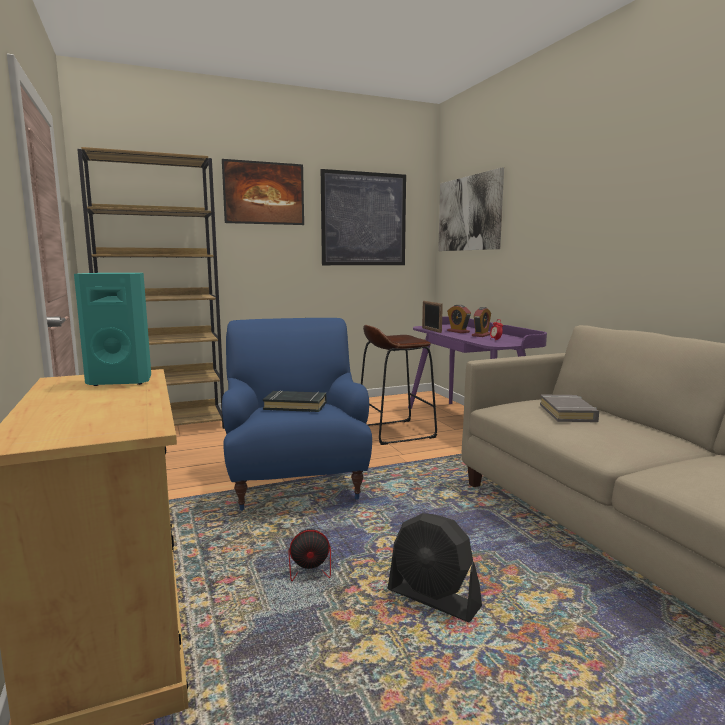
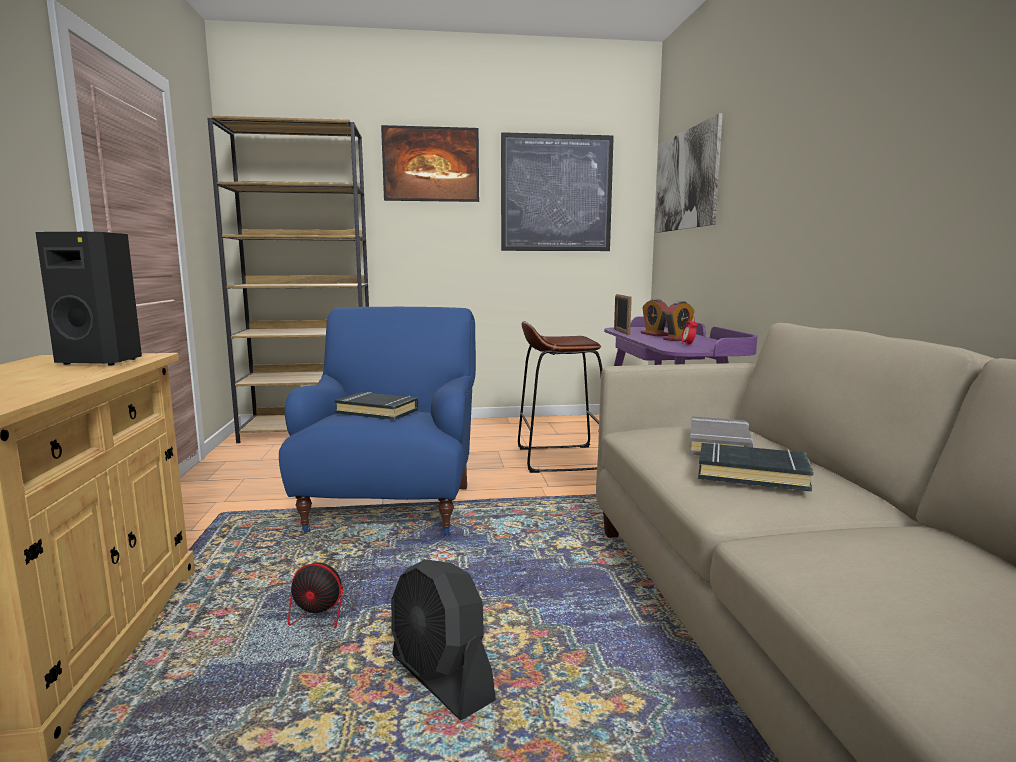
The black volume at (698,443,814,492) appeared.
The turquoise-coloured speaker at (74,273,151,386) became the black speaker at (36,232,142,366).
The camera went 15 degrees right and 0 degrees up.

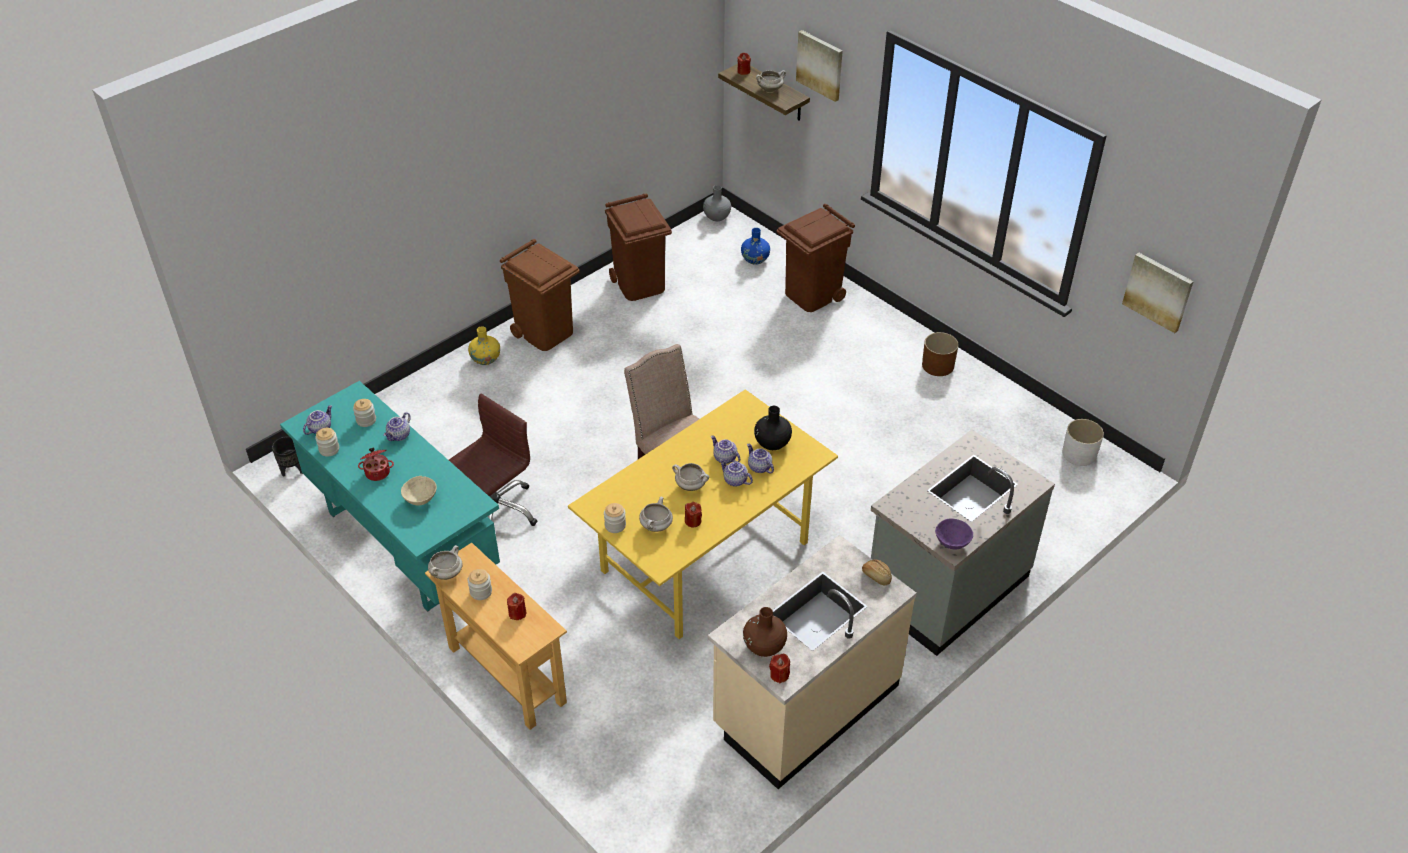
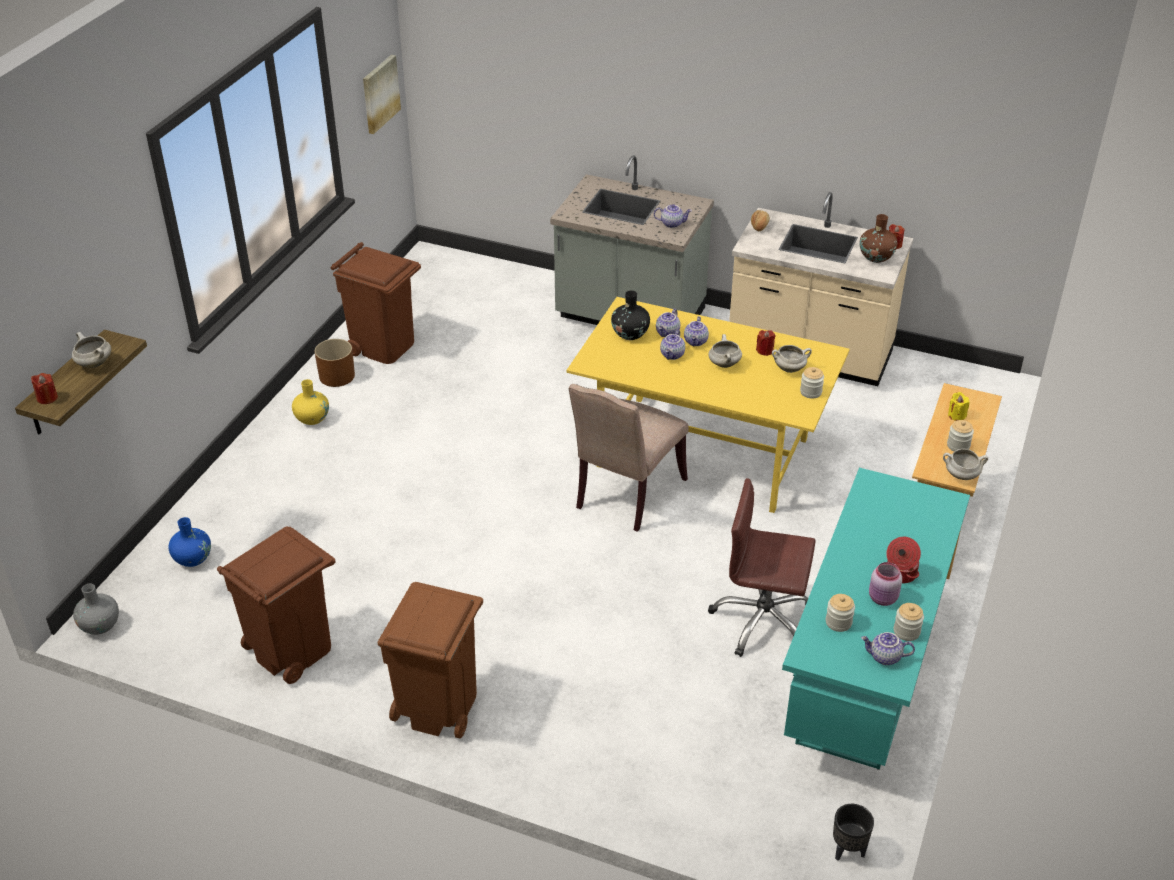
The sand-coloured serving bowl at (401,476,437,505) disappeared.
The wall art at (796,30,843,102) disappeared.
The purple-coloured serving bowl at (935,518,973,550) disappeared.
The white planter at (1062,419,1104,466) disappeared.
The pink storage jar at (869,562,902,606) appeared.
The pot for tea moved from (383,412,411,441) to (654,204,692,228).
The yellow decorative vase moved from (468,326,500,365) to (292,379,329,425).
The brown-coloured trash can moved from (777,204,855,312) to (331,242,421,364).
The red-coloured wax candle at (507,593,526,620) became the yellow wax candle at (948,392,970,421).
The camera went 115 degrees left and 5 degrees down.

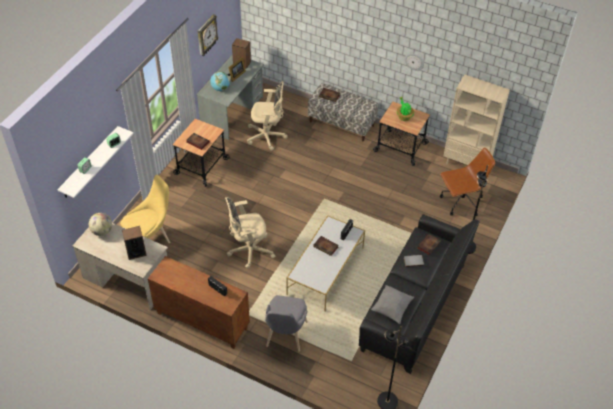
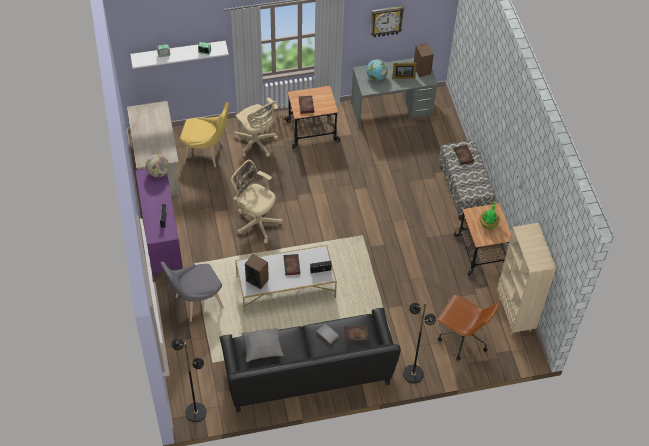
The world globe moved from (89,213,112,236) to (146,154,169,177).
The speaker moved from (122,226,147,260) to (245,254,269,289).
The sand-coloured computer chair moved from (247,81,288,151) to (234,97,278,157).
The brown-coloured cabinet at (148,256,250,349) became the purple-coloured cabinet at (135,169,183,277).
The camera went 50 degrees right and 5 degrees up.

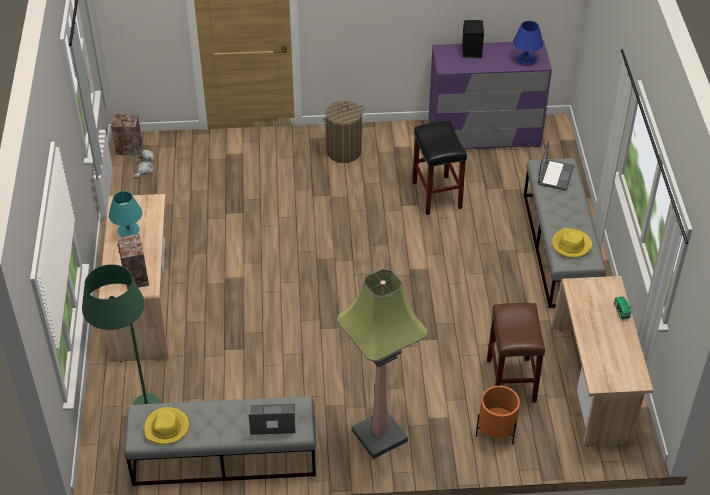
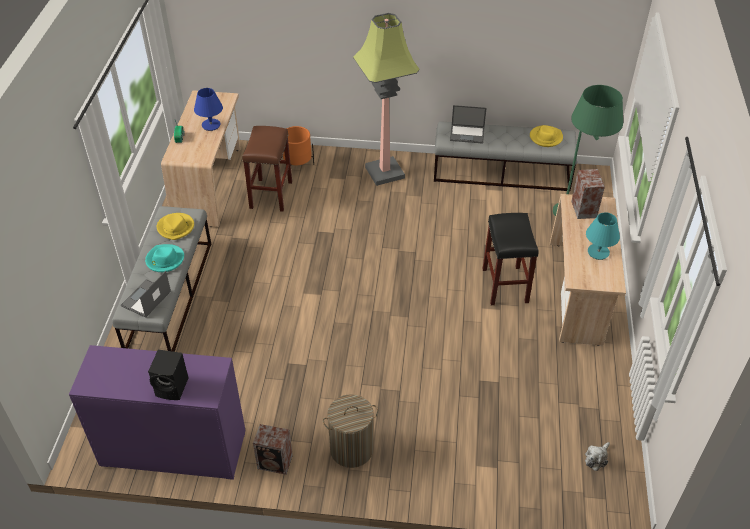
The turquoise-coloured wearable hat at (145,244,184,272) appeared.
The speaker moved from (111,115,143,156) to (253,424,293,475).
The black sitting stool moved from (412,121,467,215) to (482,213,539,305).
The blue-coloured tabletop lamp moved from (513,21,543,66) to (194,88,223,131).
The camera went 170 degrees left and 0 degrees up.

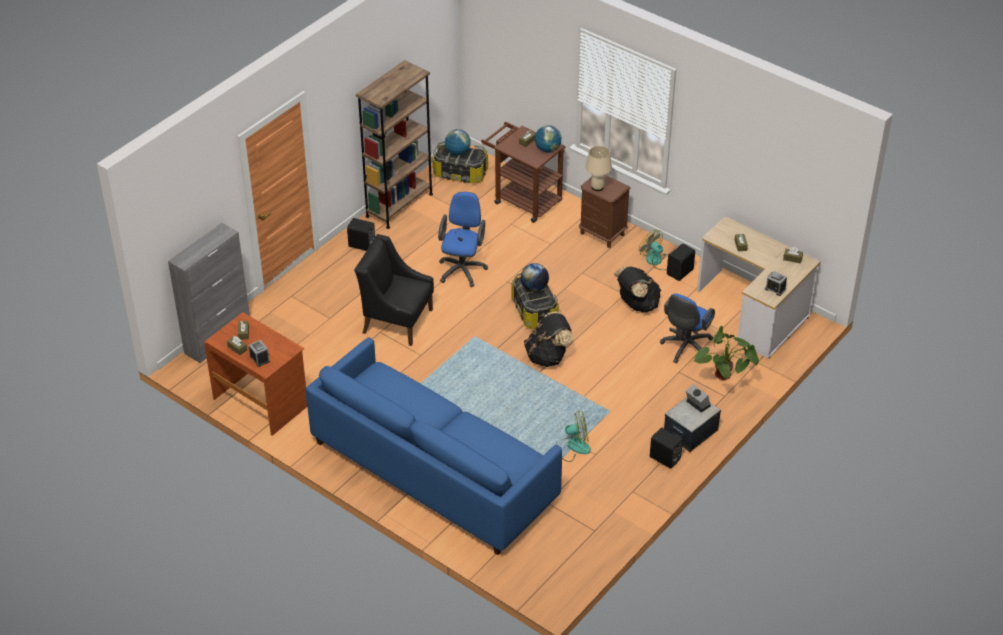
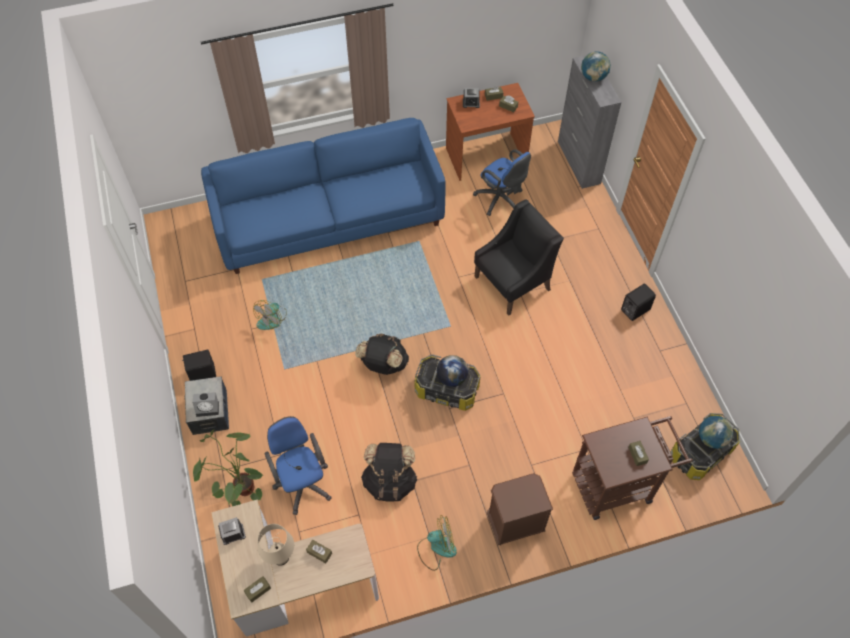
The brown-coloured shelving unit at (356,60,433,229) disappeared.
The black speaker at (667,244,695,281) disappeared.
The blue-coloured computer chair moved from (438,192,488,287) to (473,149,531,216).
The world globe moved from (535,125,562,153) to (581,51,611,81).
The sand-coloured tabletop lamp moved from (586,146,612,191) to (258,524,294,566).
The camera went 125 degrees right and 15 degrees up.

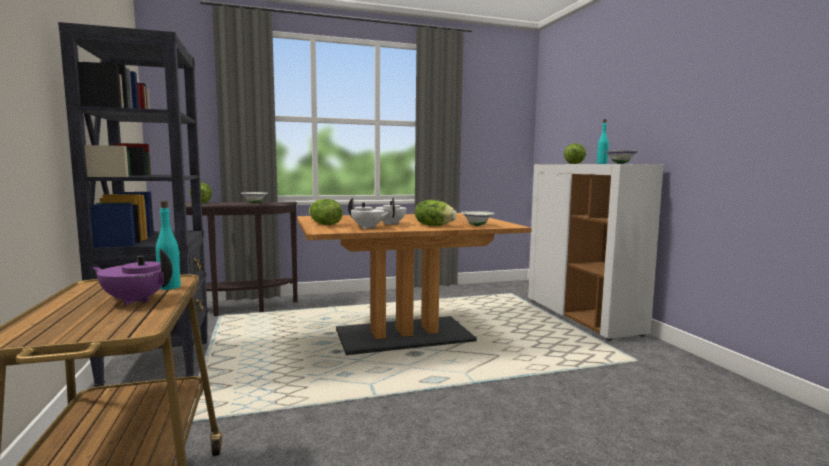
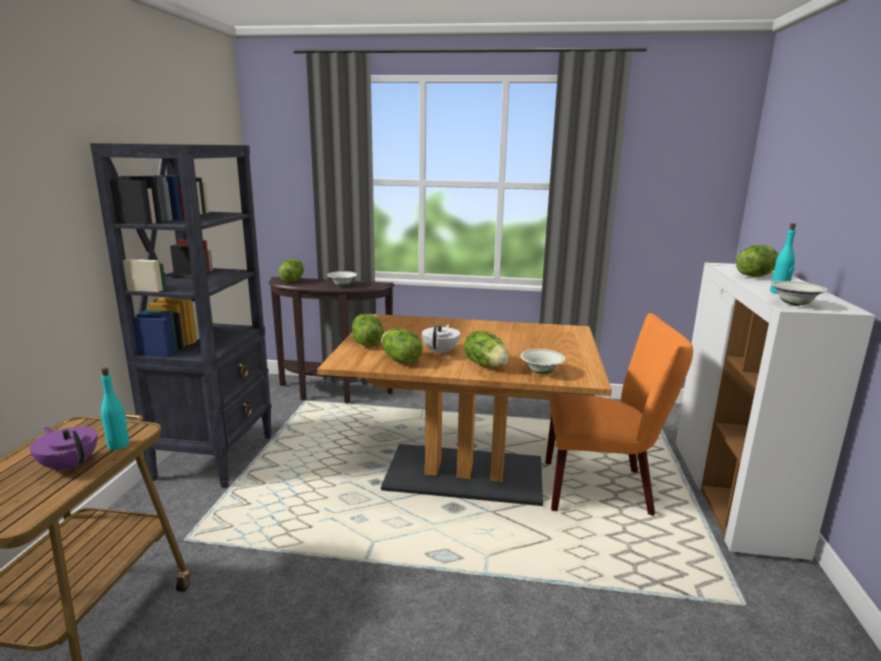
The orange upright chair at (545,313,693,516) appeared.
The white pot for tea at (348,198,390,229) was replaced by the lettuce at (381,328,423,364).
The camera went 25 degrees right and 10 degrees up.

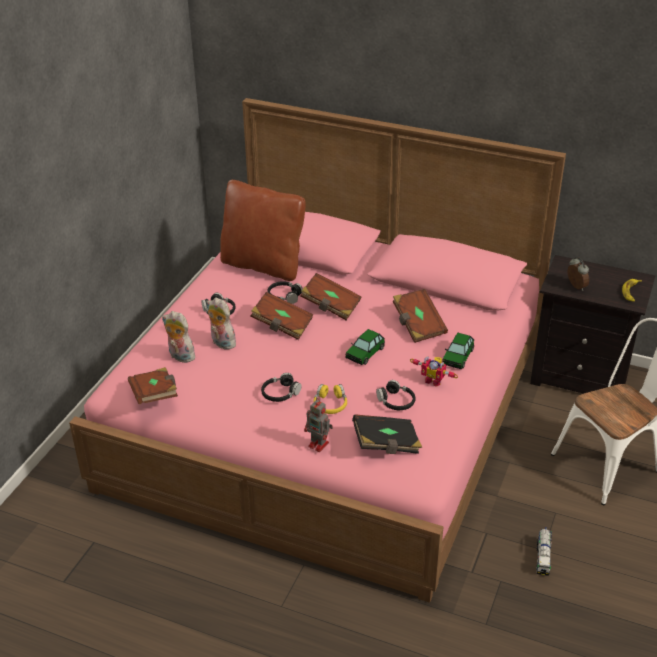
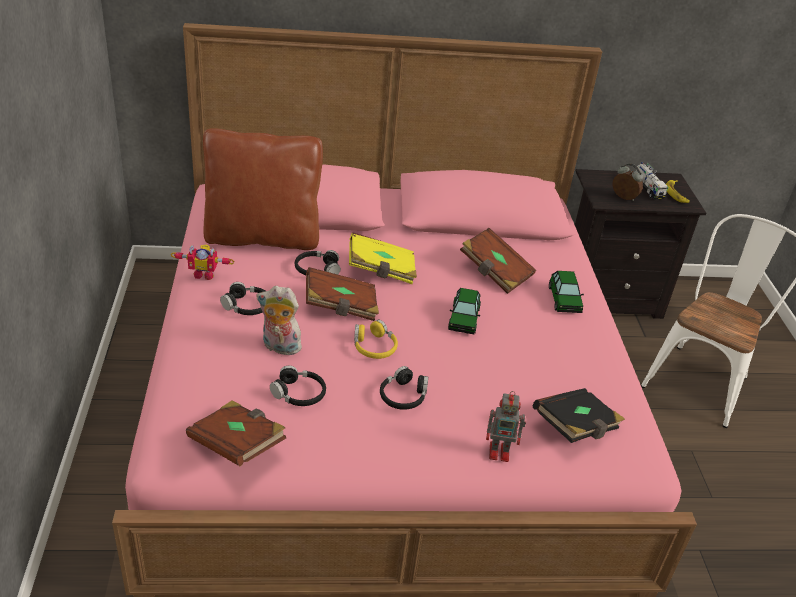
The plush toy at (162,311,199,363) disappeared.
The yellow headphones moved from (313,384,347,414) to (354,320,398,359).
The black headphones moved from (376,380,416,410) to (270,366,326,406).
The robot figure moved from (410,356,458,387) to (171,245,234,280).
The toy truck moved from (536,528,552,576) to (636,162,668,200).
The brown-coloured volume at (300,273,362,320) became the yellow volume at (349,232,417,284).
The camera went 30 degrees left and 0 degrees up.

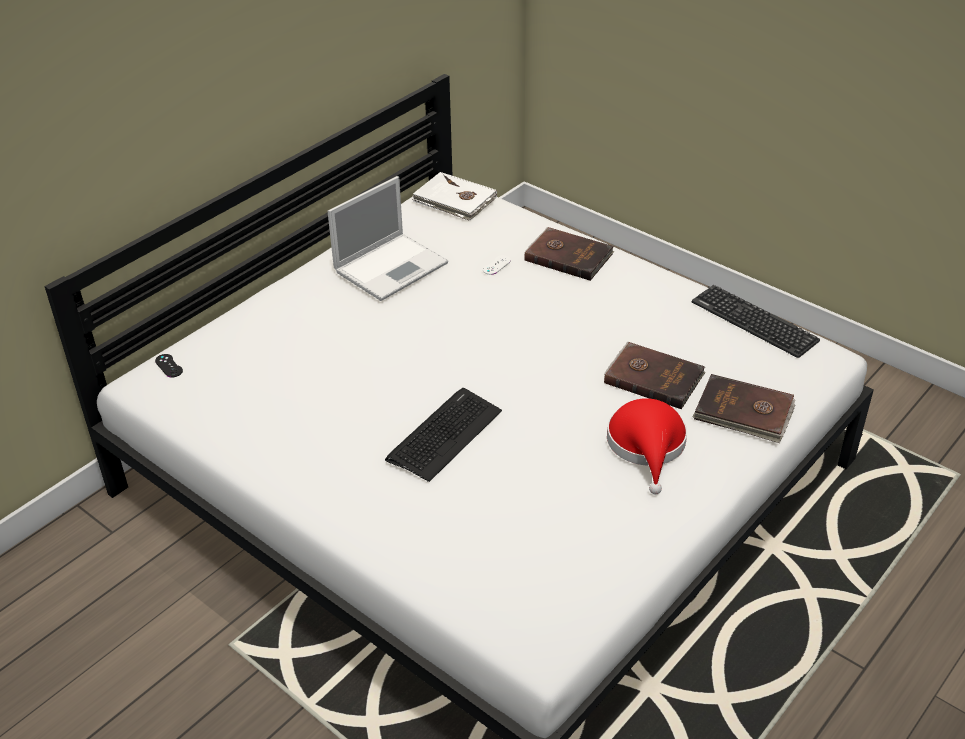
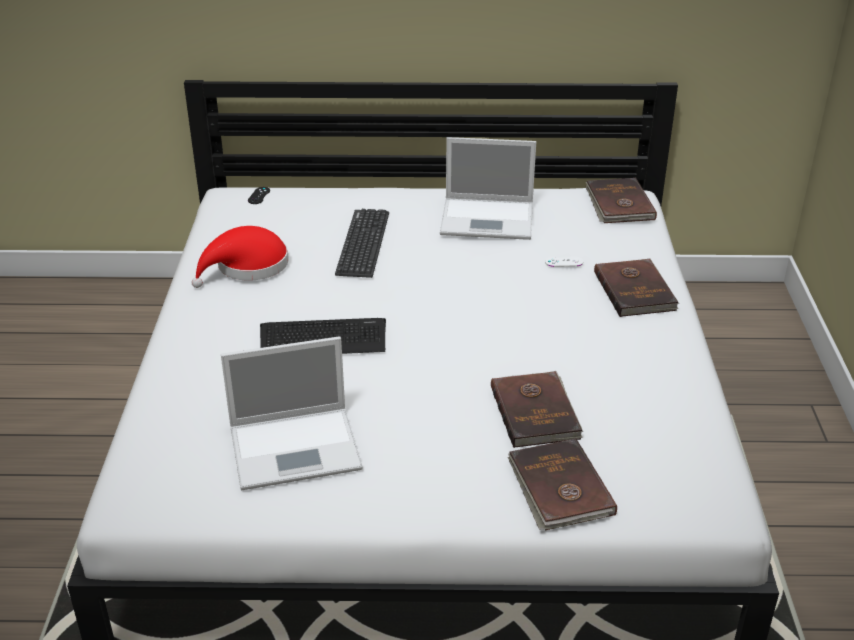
The laptop at (221,336,363,490) appeared.
The red-coloured wearable hat moved from (607,398,687,495) to (192,226,289,288).
The computer keyboard moved from (691,285,820,358) to (335,209,389,278).
The white volume at (412,172,497,220) became the brown-coloured volume at (586,178,657,223).
The camera went 50 degrees right and 5 degrees down.

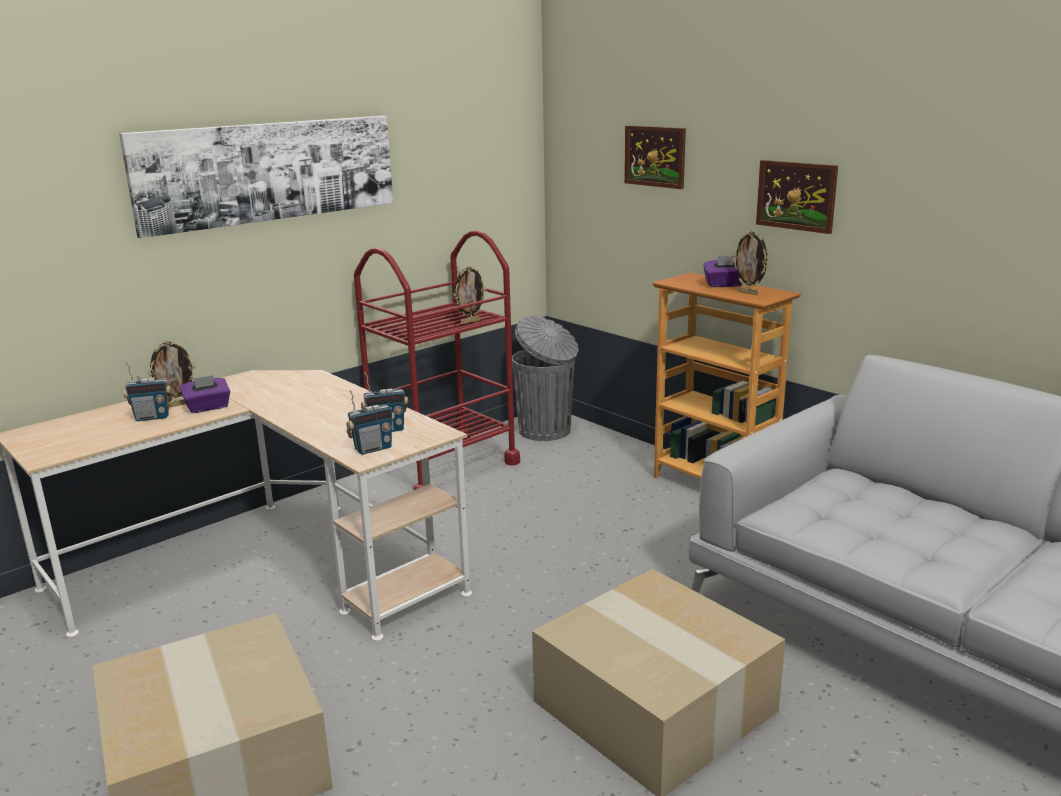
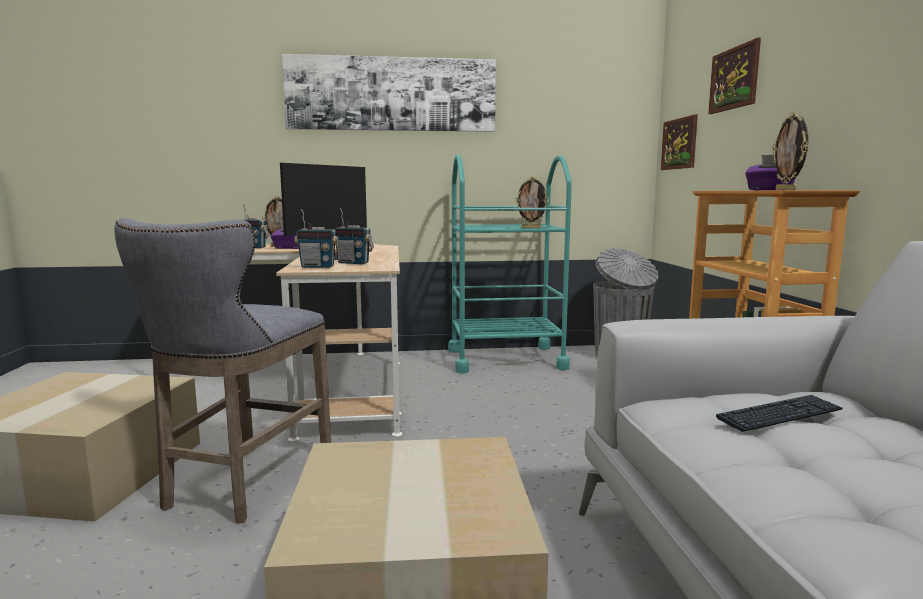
The greyish sitting stool at (114,218,331,523) appeared.
The computer display at (280,163,367,260) appeared.
The computer keyboard at (716,395,843,432) appeared.
The wall art moved from (756,160,838,234) to (661,114,698,170).
The red-coloured cart at (354,231,520,490) became the turquoise-coloured cart at (448,155,572,373).
The camera went 35 degrees right and 10 degrees down.

